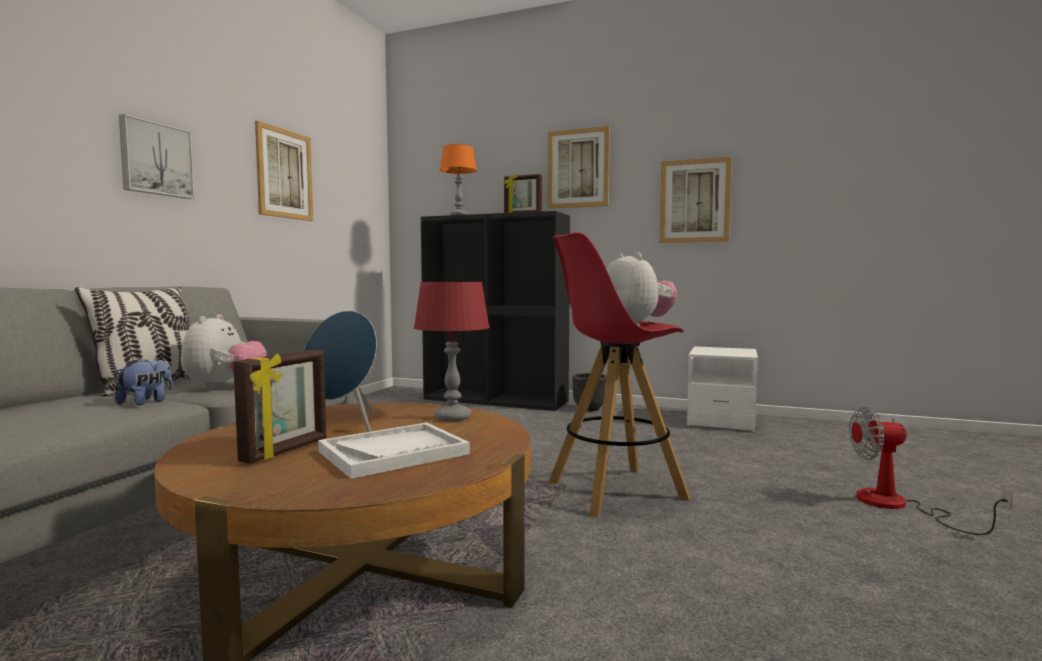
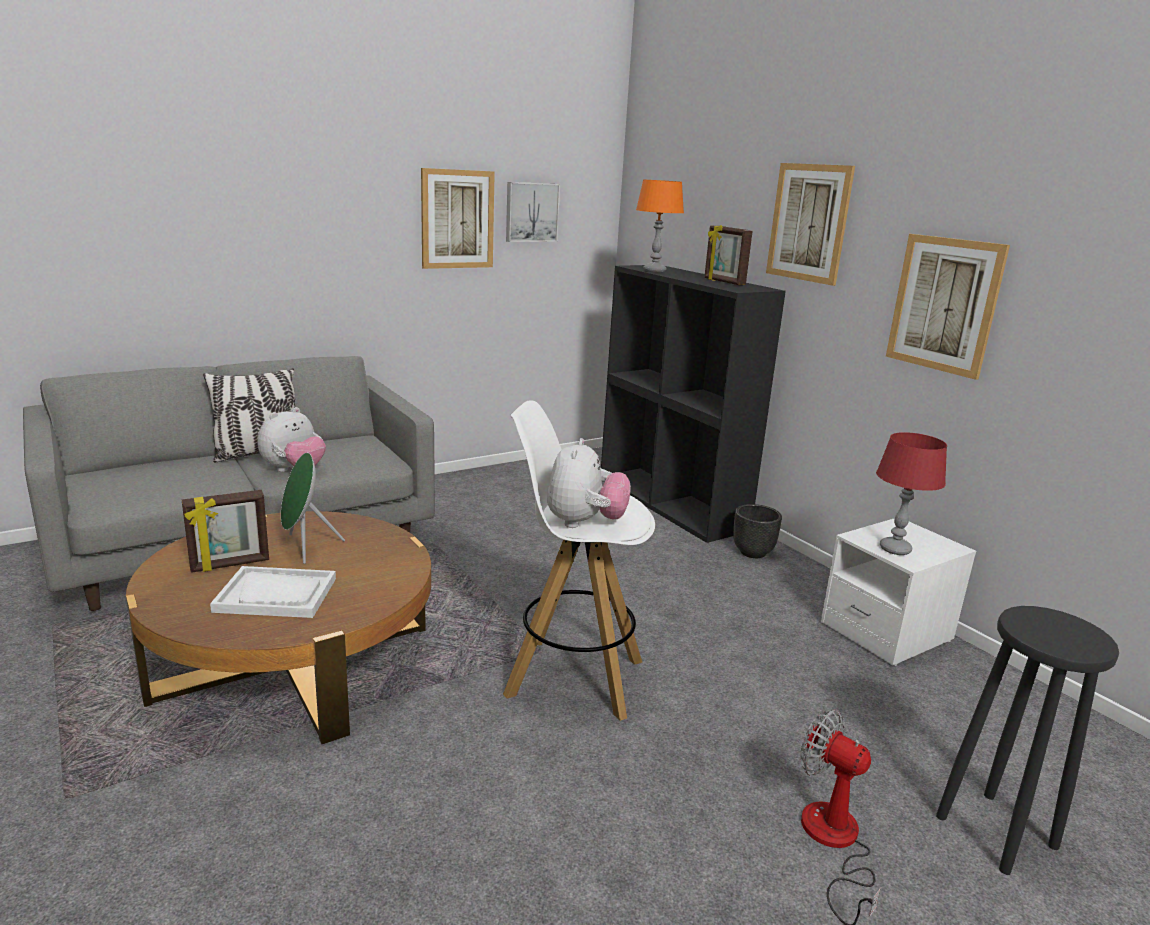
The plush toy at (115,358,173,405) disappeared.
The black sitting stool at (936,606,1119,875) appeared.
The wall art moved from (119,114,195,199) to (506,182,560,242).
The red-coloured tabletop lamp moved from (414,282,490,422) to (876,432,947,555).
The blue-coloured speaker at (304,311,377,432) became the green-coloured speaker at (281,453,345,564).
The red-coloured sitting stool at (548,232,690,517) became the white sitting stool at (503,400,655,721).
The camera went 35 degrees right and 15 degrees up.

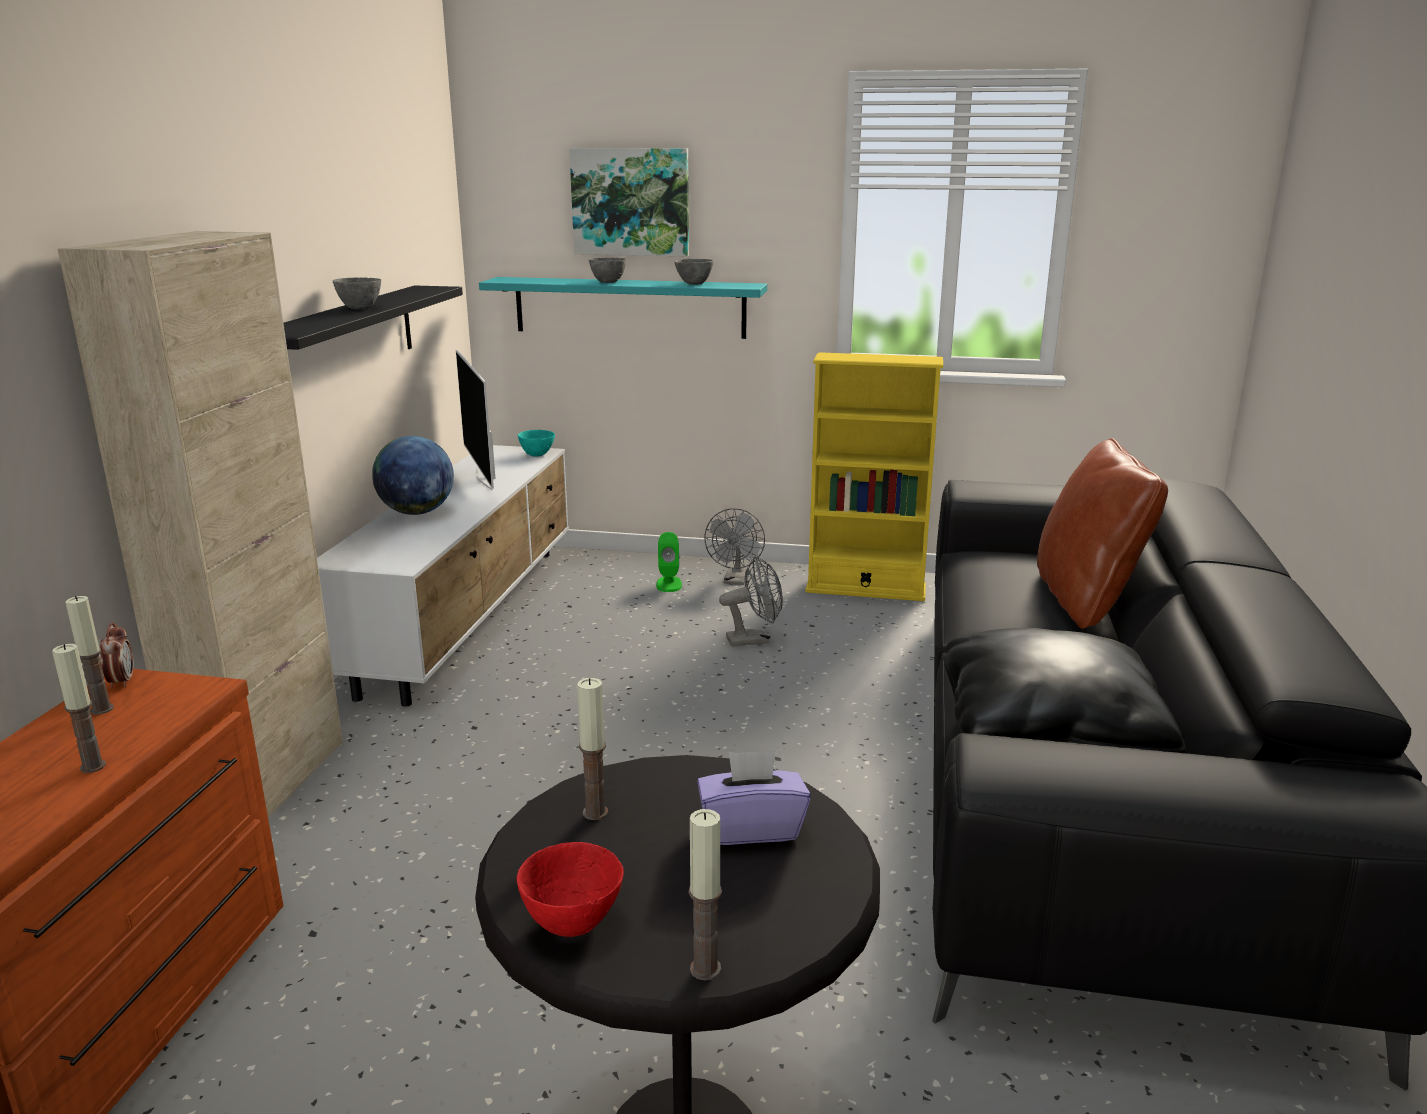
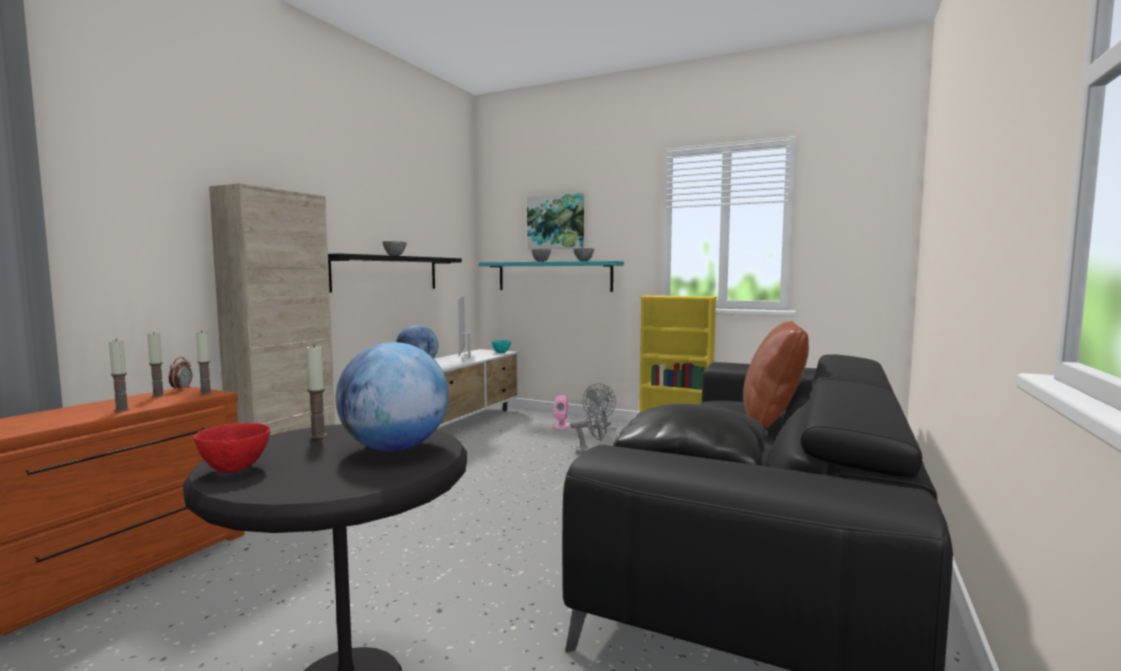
The wax candle moved from (689,809,722,981) to (196,331,212,395).
The purple-coloured tissue box at (697,751,811,845) was replaced by the world globe at (335,342,449,451).
The green-coloured speaker at (656,532,682,592) became the pink speaker at (554,395,570,429).
The camera went 15 degrees right and 15 degrees down.

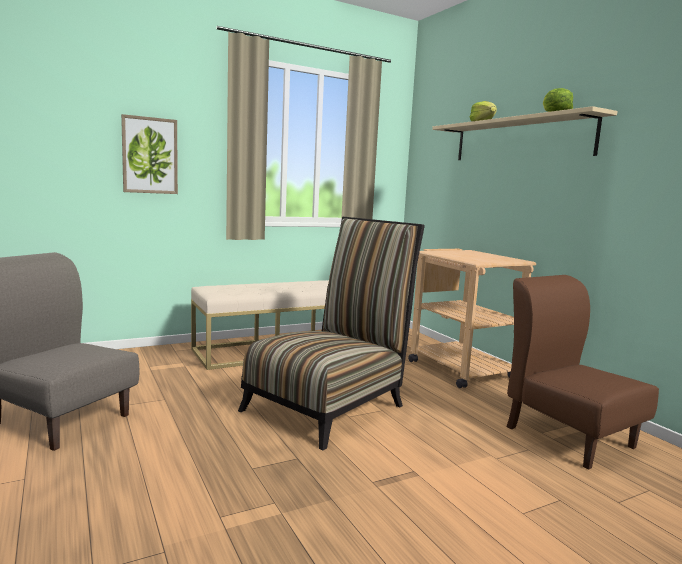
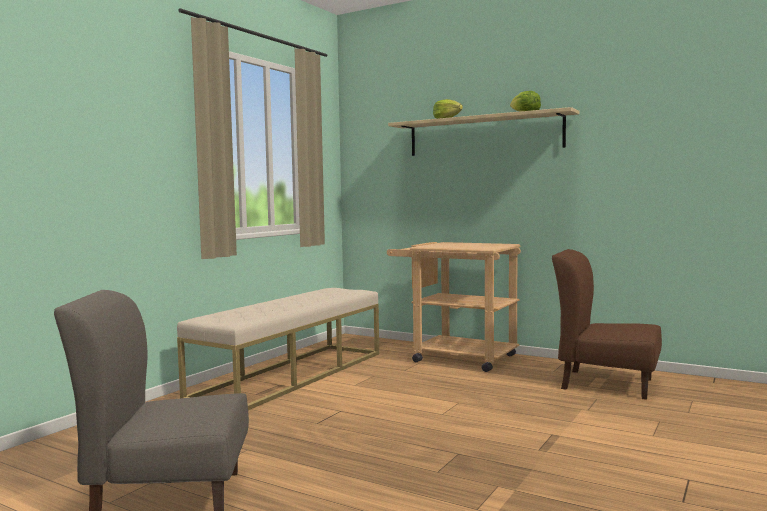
The wall art at (121,114,178,194) disappeared.
The upright chair at (238,217,425,450) disappeared.
The camera went 30 degrees left and 5 degrees down.

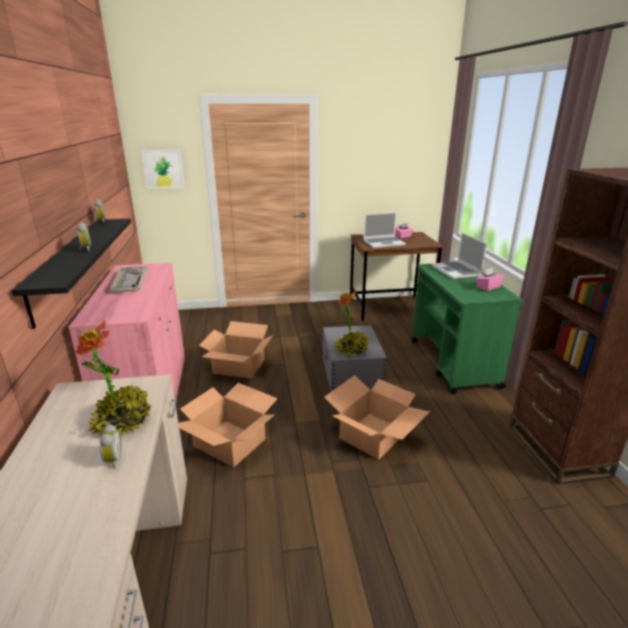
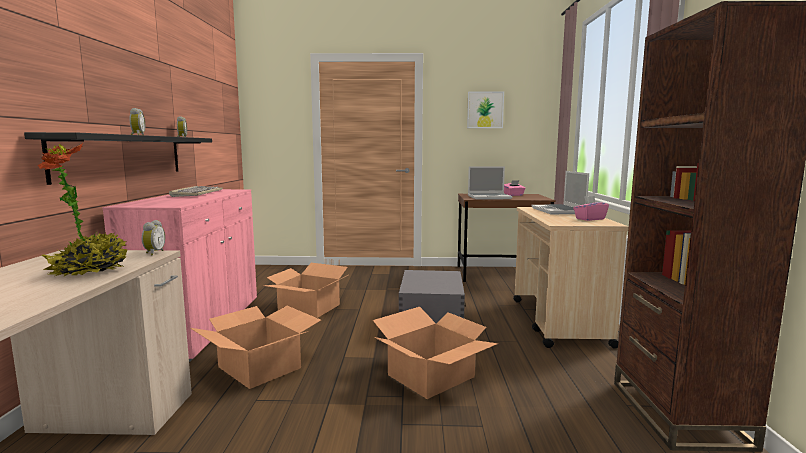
The potted plant at (334,291,369,356) disappeared.
The bedside clock moved from (100,424,122,468) to (142,220,165,256).
The wall art moved from (141,149,184,188) to (467,92,504,128).
The green-coloured cart at (411,264,523,394) became the sand-coloured cart at (513,207,629,349).
The camera went 10 degrees right and 15 degrees down.

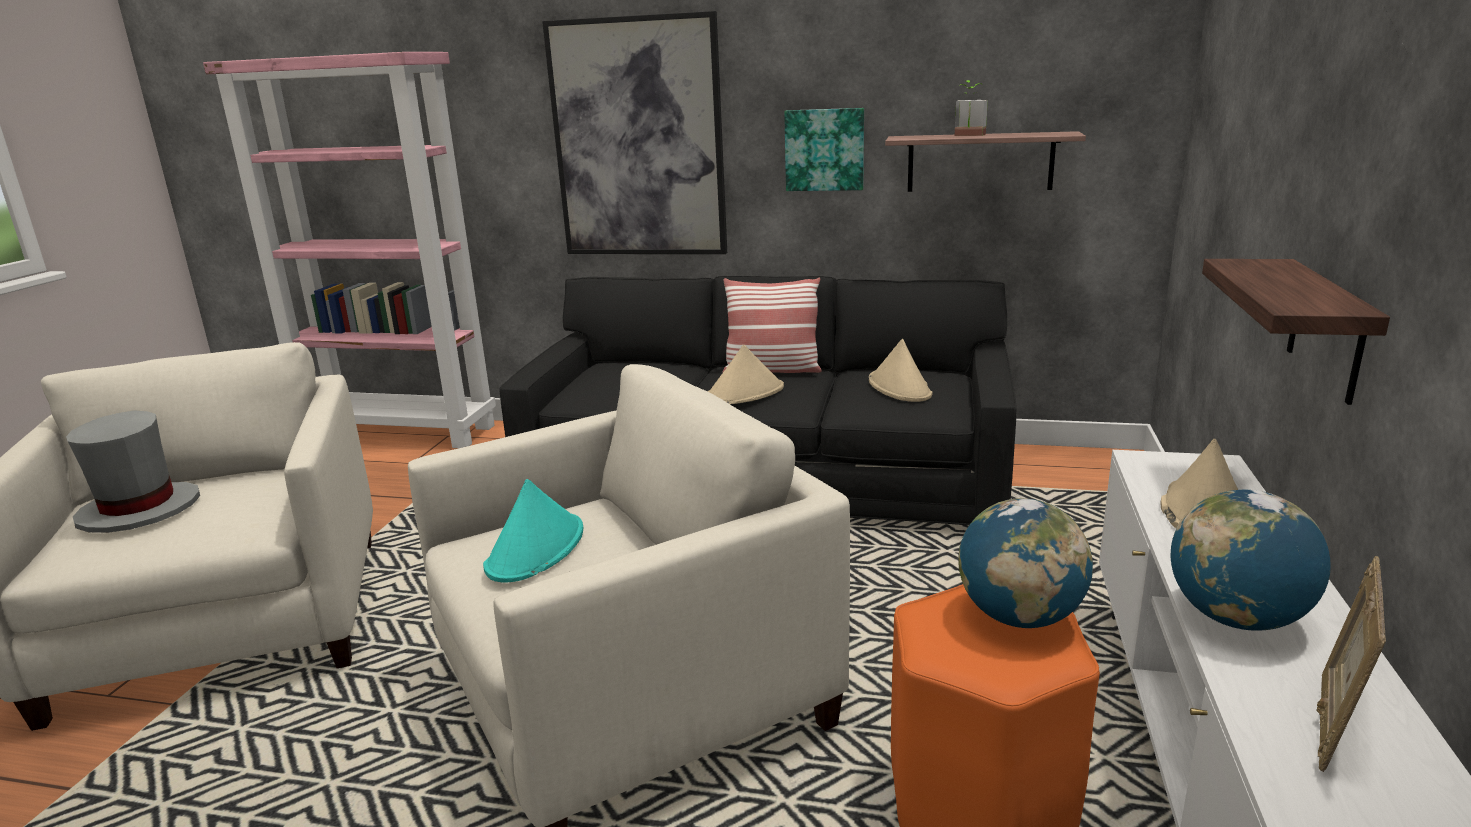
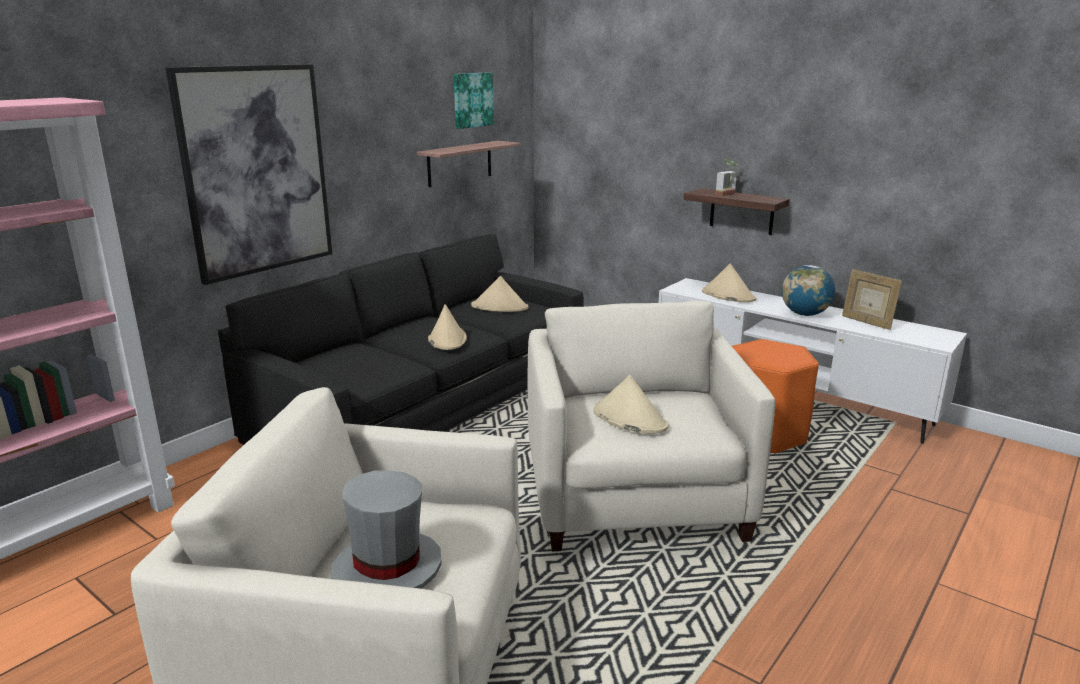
The throw pillow at (722,278,822,373) disappeared.
The world globe at (958,498,1093,628) disappeared.
The wall art moved from (784,108,864,191) to (454,72,494,129).
The potted plant moved from (955,80,988,136) to (715,160,737,196).
The turquoise-coloured wearable hat at (483,479,583,583) became the sand-coloured wearable hat at (593,375,669,434).
The camera went 65 degrees left and 0 degrees up.

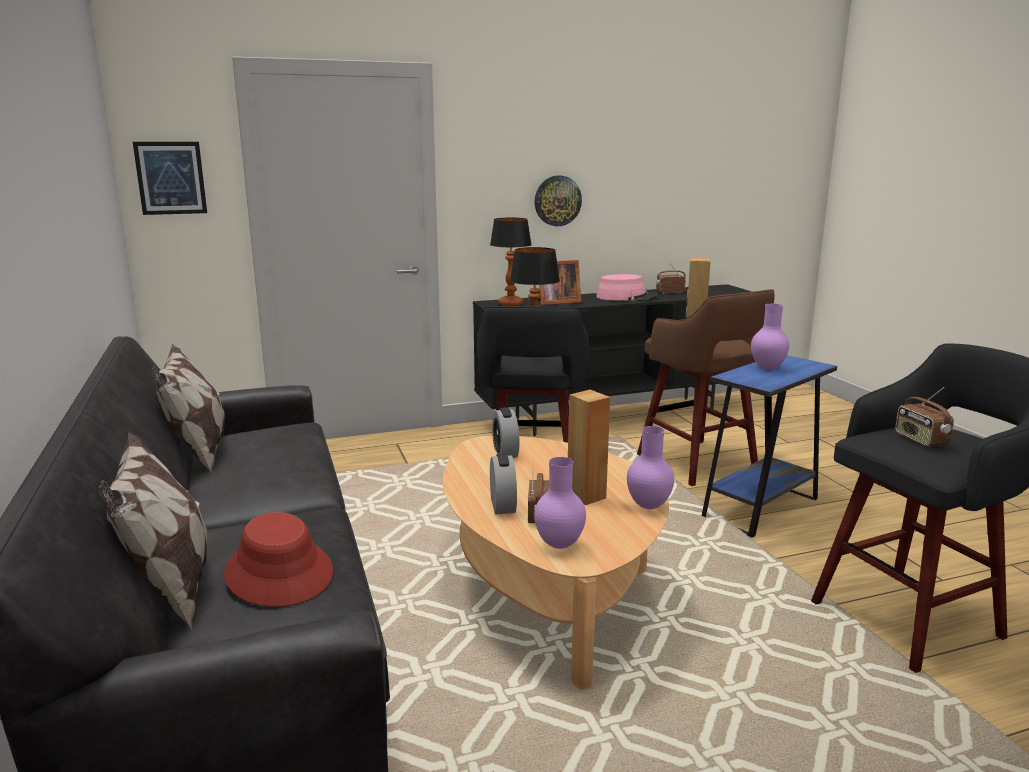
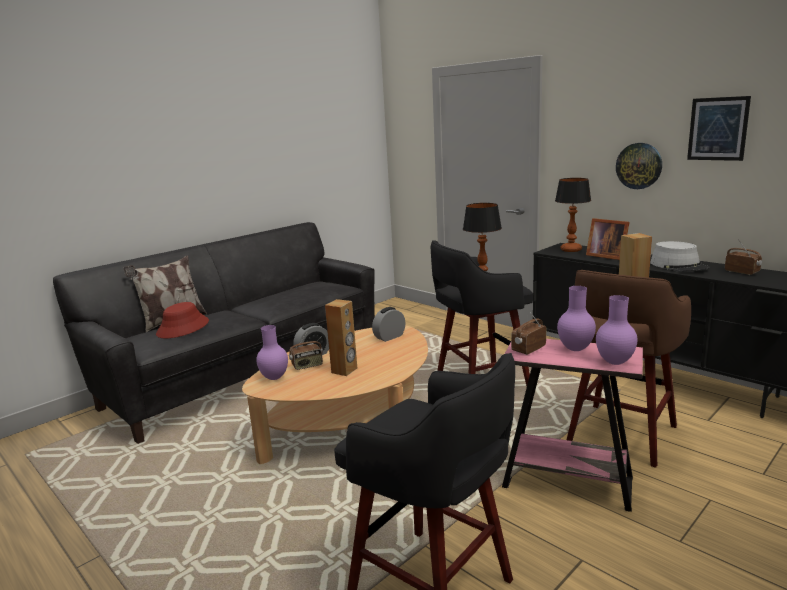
The throw pillow at (152,344,225,473) disappeared.
The wall art moved from (133,142,207,215) to (687,96,751,161).
The purple-coloured decorative vase moved from (627,426,674,509) to (596,295,638,365).
The radio receiver moved from (895,387,954,447) to (511,312,546,355).
The pink wearable hat at (596,274,658,301) became the greyish wearable hat at (650,241,710,272).
The blue-coloured end table at (702,355,837,538) became the pink end table at (502,339,643,512).
The camera went 65 degrees right and 0 degrees up.

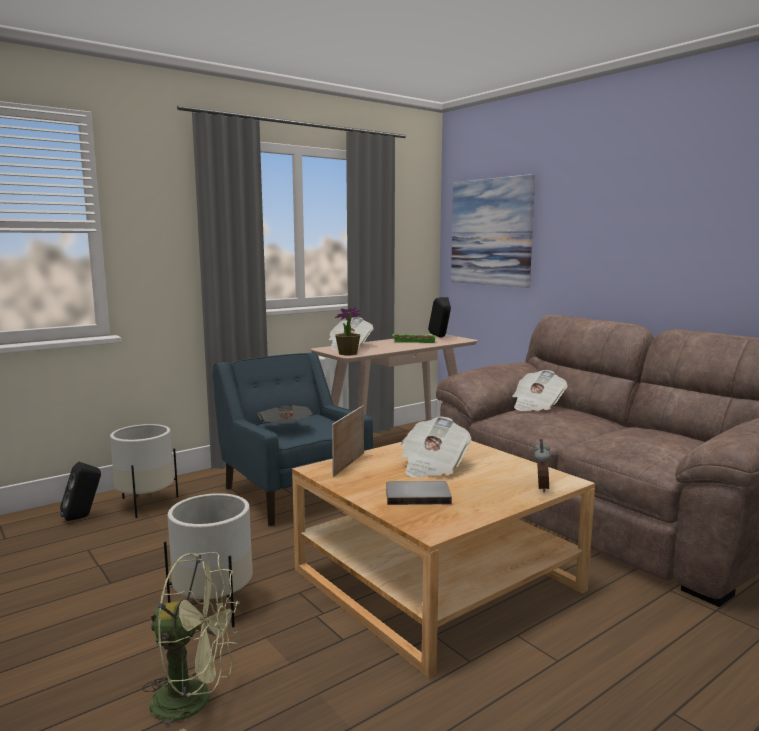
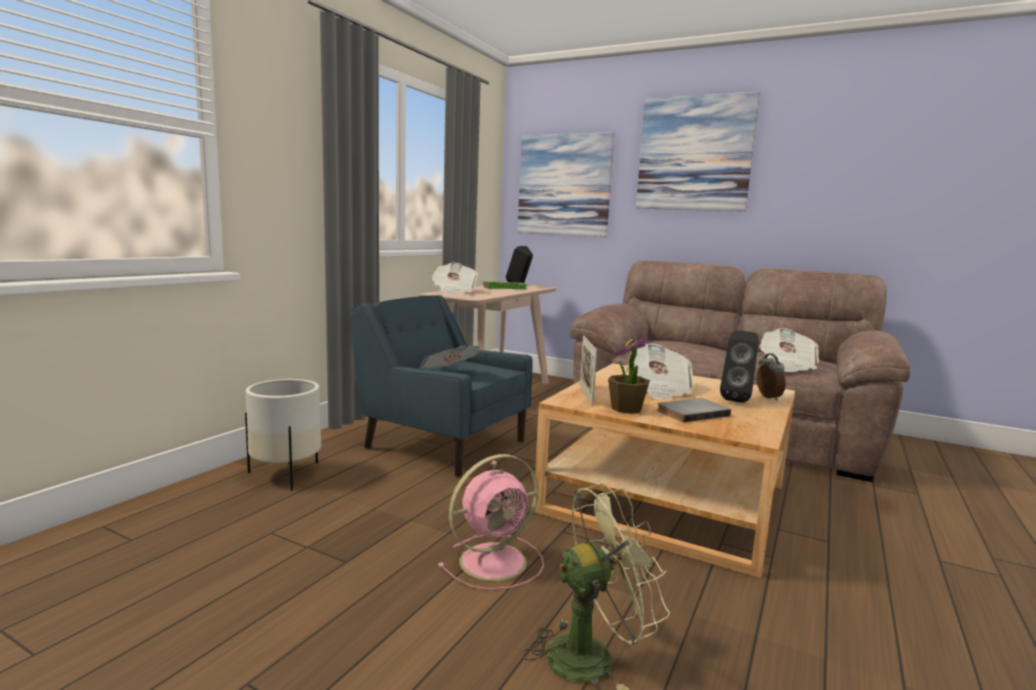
The wall art at (636,92,759,211) appeared.
The black speaker moved from (60,462,101,521) to (720,331,759,403).
The potted plant moved from (335,308,361,355) to (608,337,651,414).
The printed paper moved from (512,370,567,411) to (759,328,819,372).
The white planter at (164,493,253,627) was replaced by the pink electric fan at (438,454,544,590).
The camera went 25 degrees left and 0 degrees up.

